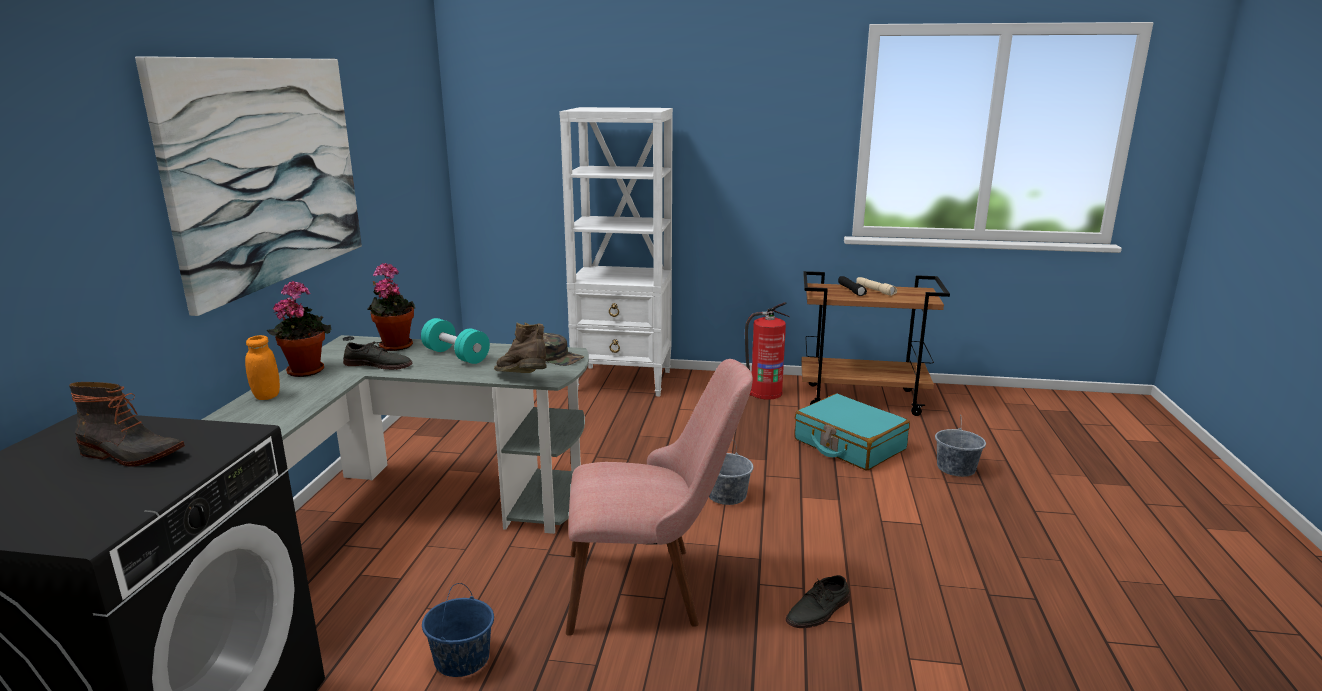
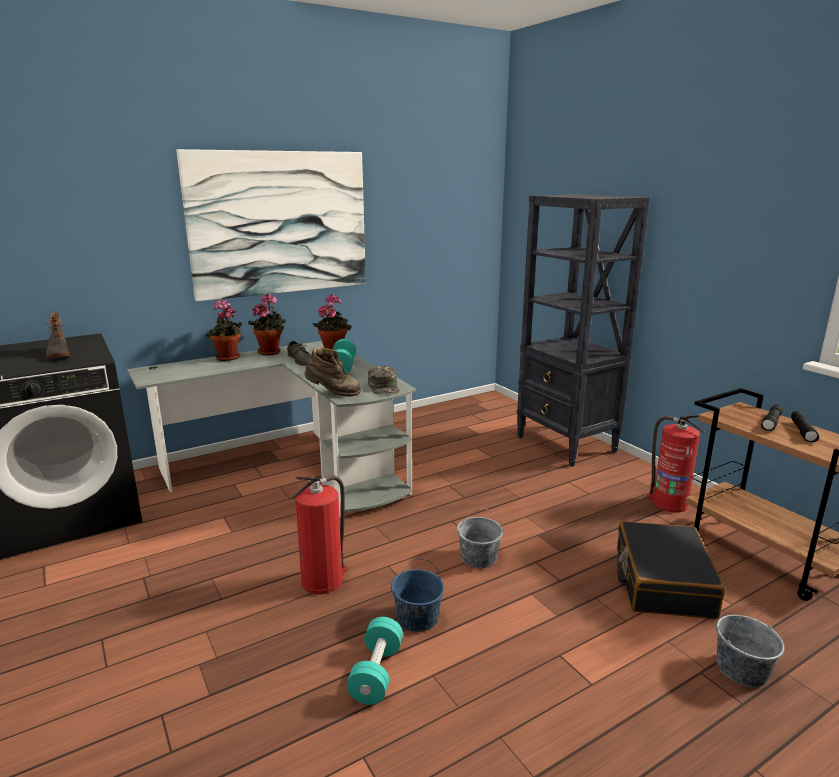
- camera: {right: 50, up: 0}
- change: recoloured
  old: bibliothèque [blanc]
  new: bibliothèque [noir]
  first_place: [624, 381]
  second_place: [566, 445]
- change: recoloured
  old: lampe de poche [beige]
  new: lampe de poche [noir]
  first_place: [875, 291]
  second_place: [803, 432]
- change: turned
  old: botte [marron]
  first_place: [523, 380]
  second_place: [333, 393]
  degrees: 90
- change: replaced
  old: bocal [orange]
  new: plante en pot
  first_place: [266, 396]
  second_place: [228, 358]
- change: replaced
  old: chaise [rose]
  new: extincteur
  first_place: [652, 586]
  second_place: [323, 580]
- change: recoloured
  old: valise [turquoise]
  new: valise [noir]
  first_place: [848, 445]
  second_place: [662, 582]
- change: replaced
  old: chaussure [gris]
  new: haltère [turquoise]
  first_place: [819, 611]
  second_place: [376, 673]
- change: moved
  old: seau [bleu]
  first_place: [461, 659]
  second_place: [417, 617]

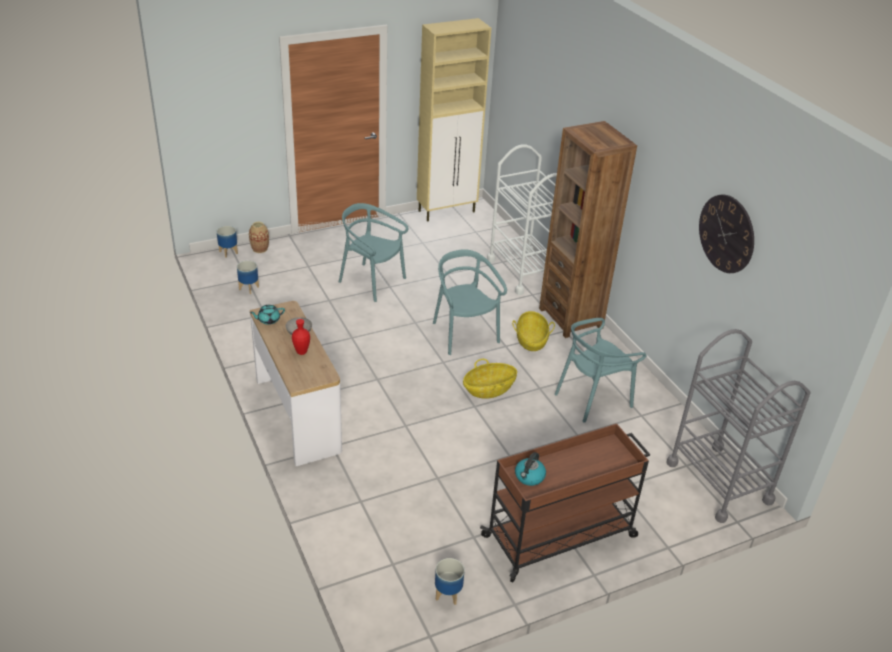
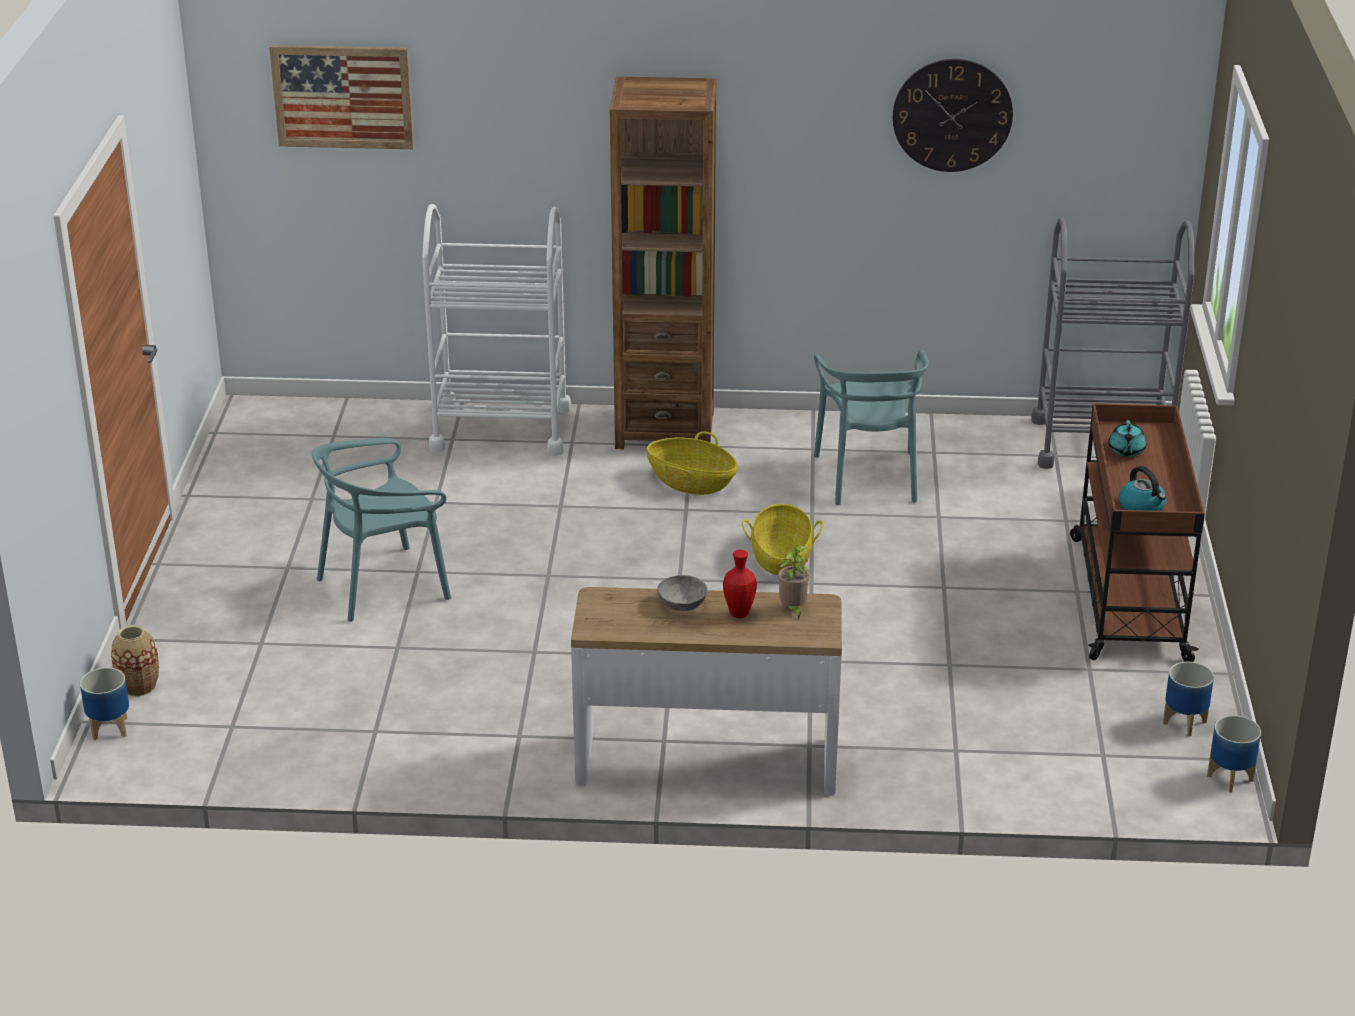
- camera: {right: -60, up: -5}
- change: removed
  old: meuble de rangement [beige]
  first_place: [447, 211]
- change: removed
  old: chaise [turquoise]
  first_place: [464, 334]
- change: moved
  old: cache-pot
  first_place: [249, 288]
  second_place: [1229, 778]
- change: moved
  old: théière [turquoise]
  first_place: [268, 320]
  second_place: [1126, 451]
- change: added
  new: tableau
  second_place: [342, 96]
- change: added
  new: plante en pot
  second_place: [793, 610]

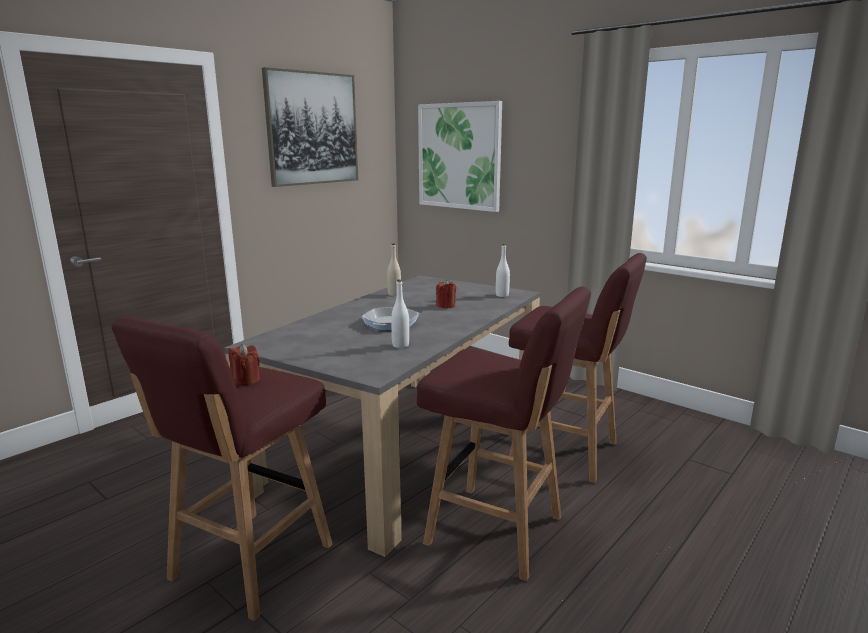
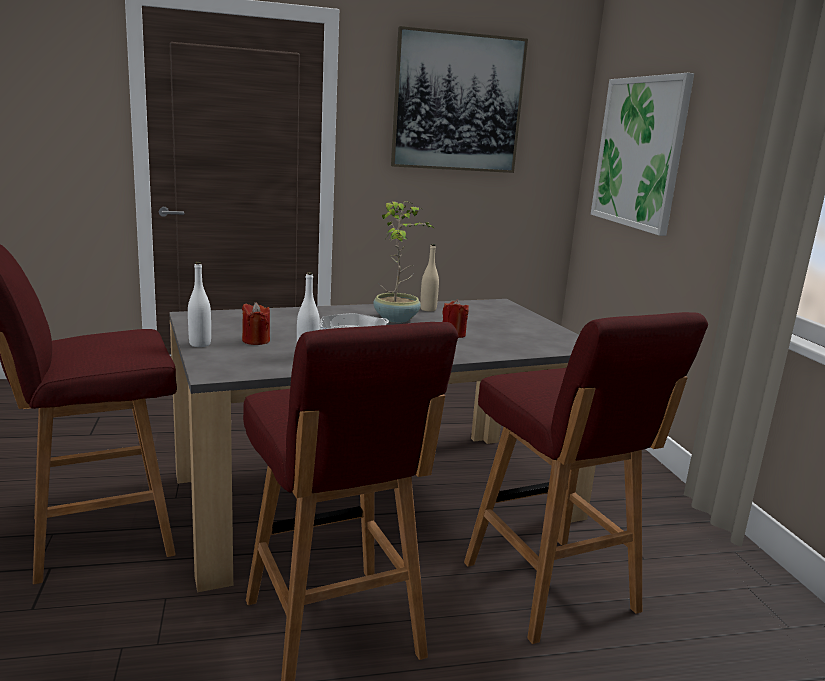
- camera: {right: 35, up: 0}
- change: moved
  old: bouteille [blanc]
  first_place: [502, 295]
  second_place: [200, 344]
- change: moved
  old: bougie [rouge]
  first_place: [245, 380]
  second_place: [256, 340]
- change: added
  new: plante en pot
  second_place: [397, 318]

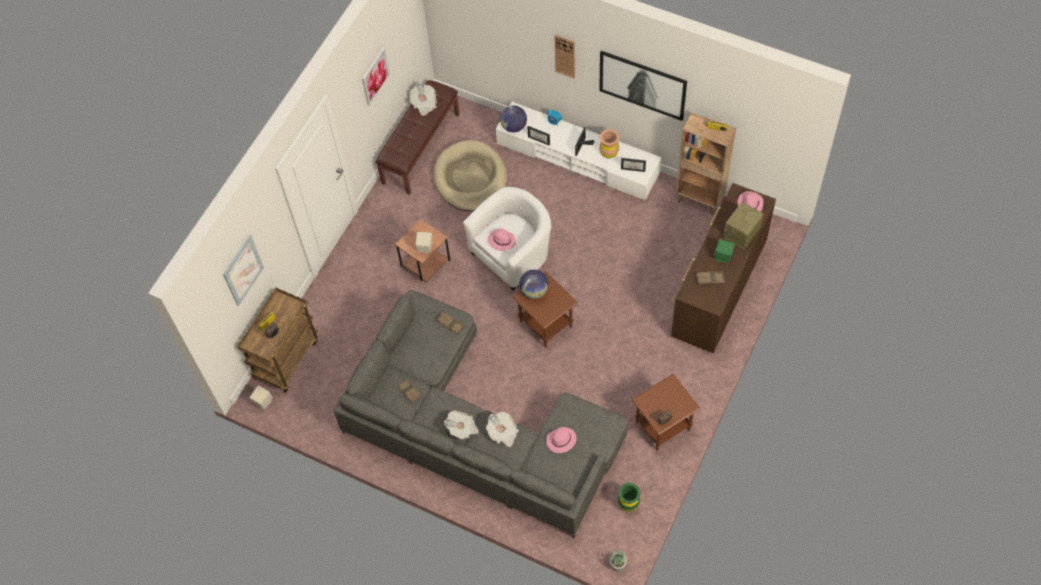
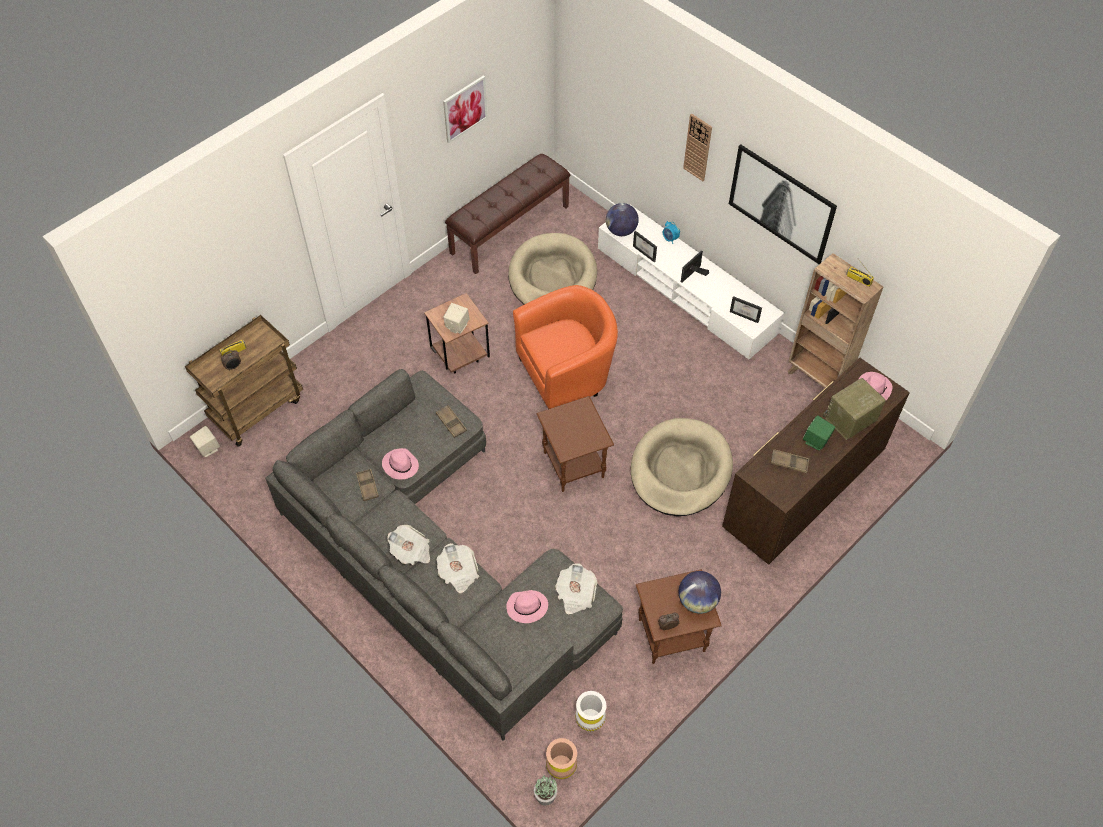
- camera: {right: 15, up: -5}
- change: moved
  old: journal
  first_place: [424, 104]
  second_place: [575, 594]
- change: moved
  old: vase [marron]
  first_place: [609, 152]
  second_place: [561, 767]
- change: recoloured
  old: fauteuil [blanc]
  new: fauteuil [orange]
  first_place: [513, 254]
  second_place: [567, 373]
- change: moved
  old: chapeau [rose]
  first_place: [501, 241]
  second_place: [400, 465]
- change: removed
  old: tableau
  first_place: [243, 270]
- change: moved
  old: globe
  first_place: [534, 291]
  second_place: [697, 601]
- change: recoloured
  old: vase [vert]
  new: vase [blanc]
  first_place: [628, 503]
  second_place: [590, 720]
- change: added
  new: panier pour chien [beige]
  second_place: [680, 470]

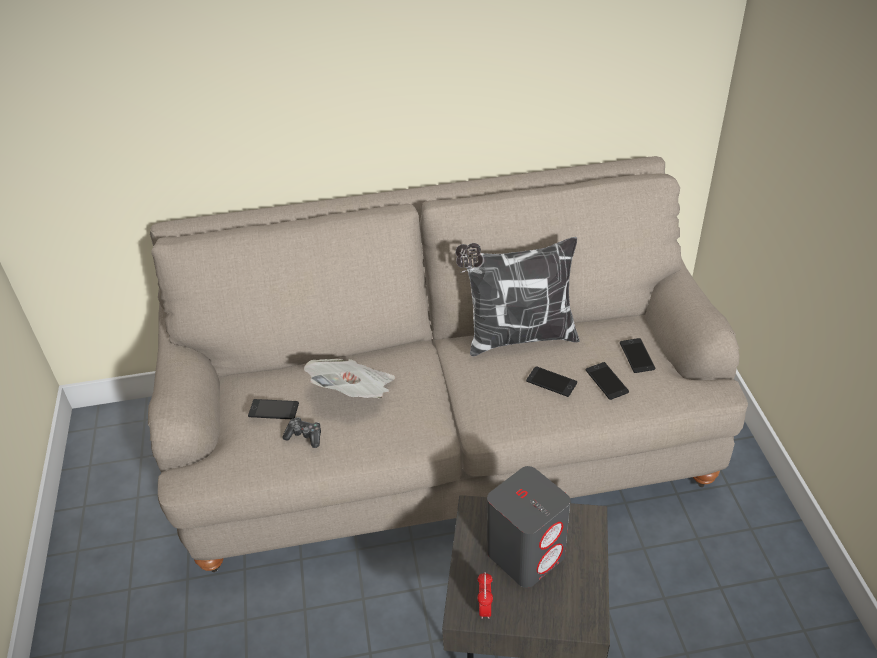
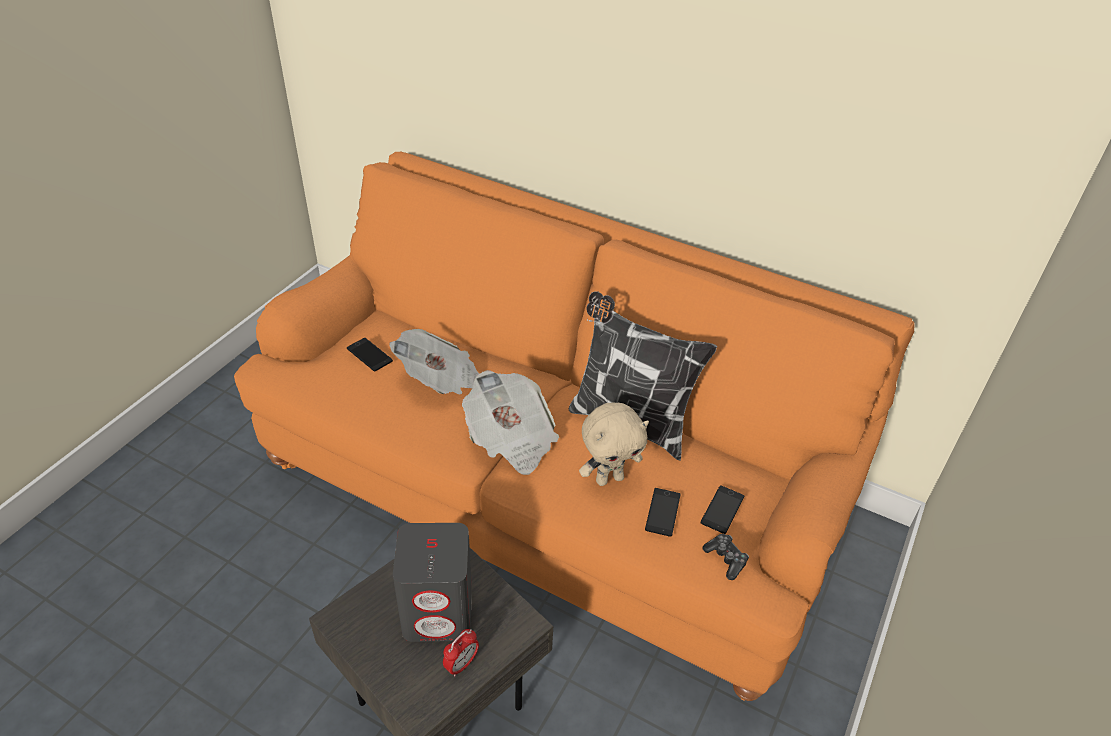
- camera: {right: 35, up: 0}
- change: recoloured
  old: canapé [beige]
  new: canapé [orange]
  first_place: [444, 444]
  second_place: [550, 493]
- change: replaced
  old: téléphone
  new: peluche [beige]
  first_place: [551, 382]
  second_place: [609, 478]
- change: moved
  old: manette
  first_place: [304, 436]
  second_place: [726, 559]
- change: moved
  old: réveil
  first_place: [485, 607]
  second_place: [461, 664]
- change: added
  new: journal
  second_place: [511, 439]

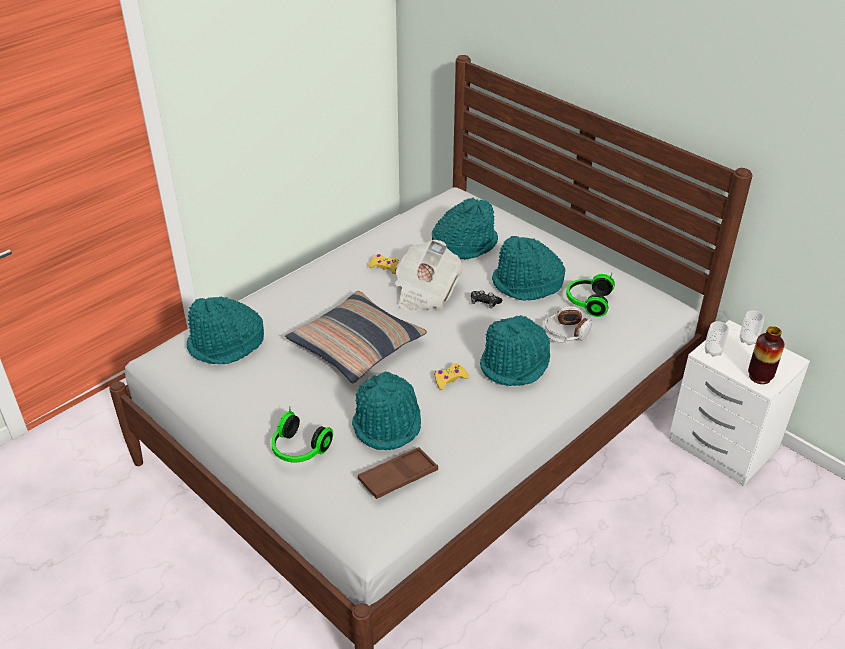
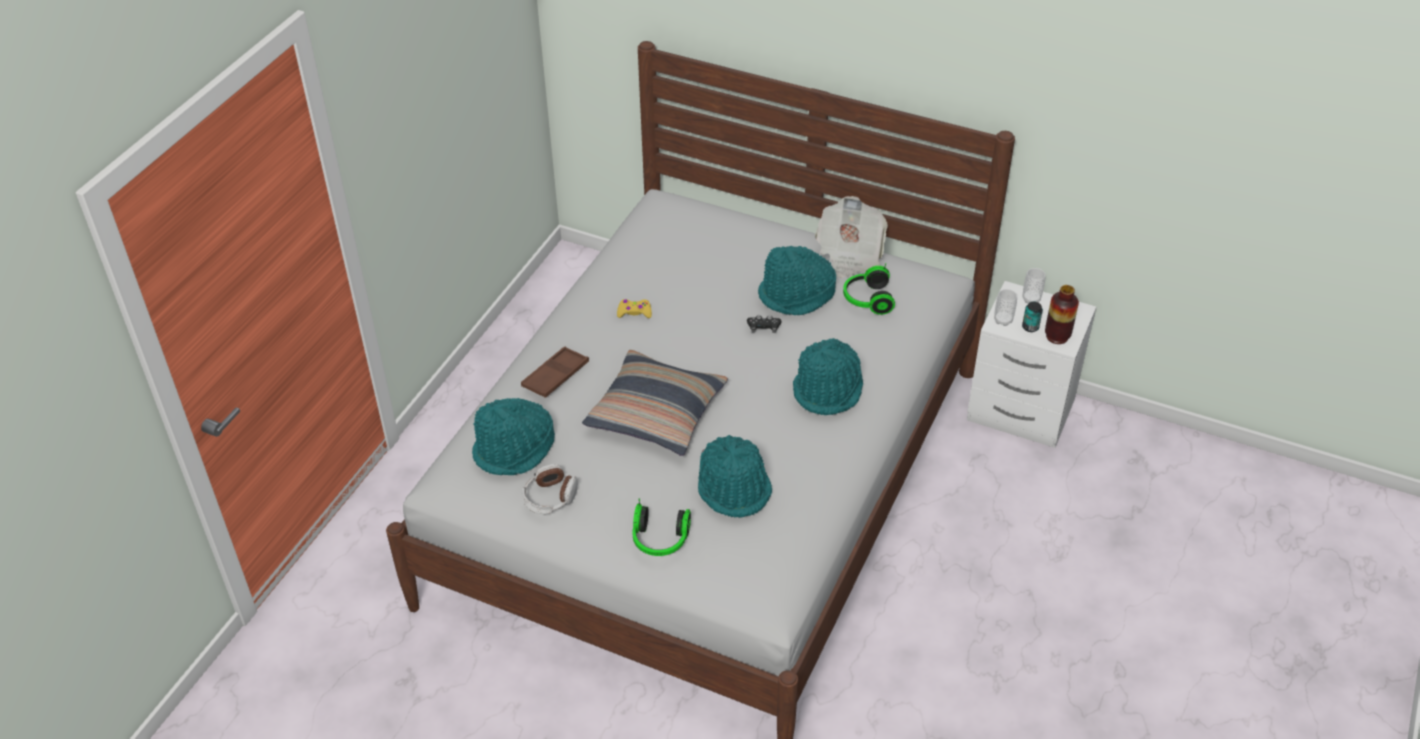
- camera: {right: -20, up: 5}
- change: removed
  old: chapeau [turquoise]
  first_place: [464, 244]
- change: moved
  old: journal
  first_place: [425, 292]
  second_place: [849, 254]
- change: moved
  old: casque audio
  first_place: [566, 333]
  second_place: [550, 497]
- change: removed
  old: manette [jaune]
  first_place: [449, 379]
- change: moved
  old: plateau [marron]
  first_place: [398, 477]
  second_place: [555, 376]
- change: added
  new: boîte métallique
  second_place: [1030, 327]

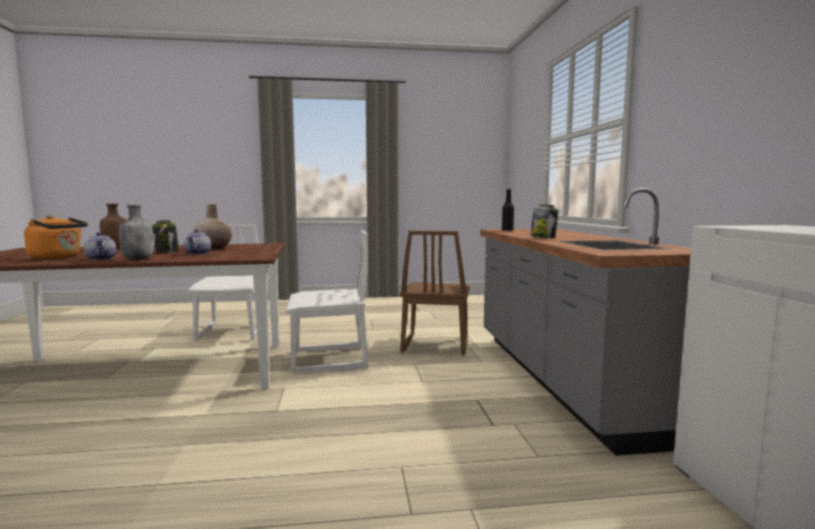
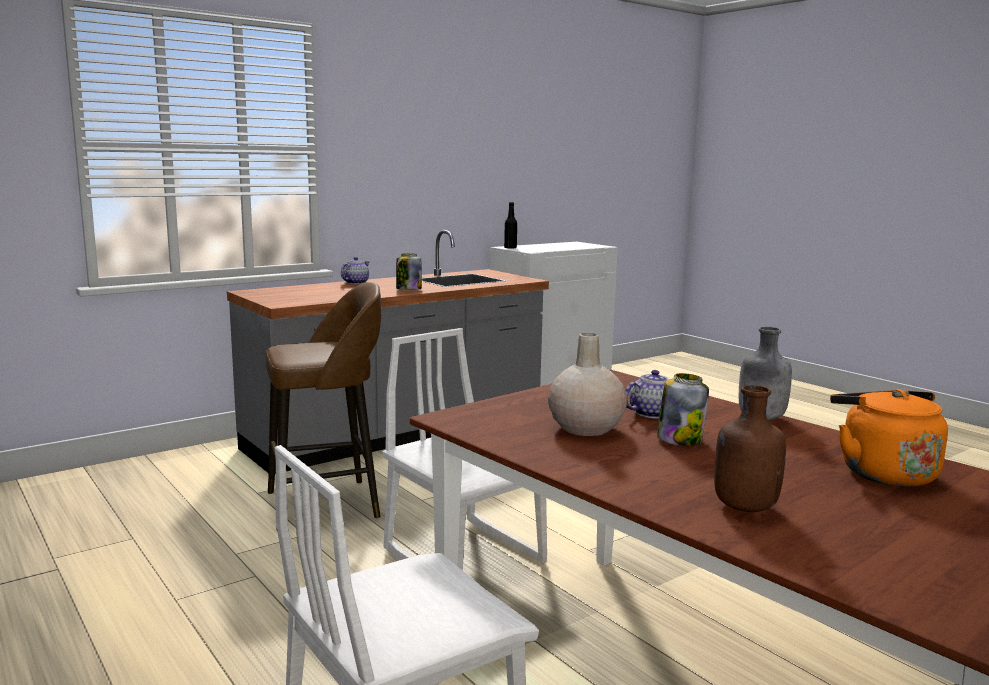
- camera: {right: -120, up: 5}
- change: moved
  old: bouteille [noir]
  first_place: [507, 230]
  second_place: [510, 248]
- change: replaced
  old: chaise [marron]
  new: tabouret [marron]
  first_place: [434, 345]
  second_place: [327, 504]
- change: moved
  old: théière
  first_place: [101, 259]
  second_place: [355, 283]

